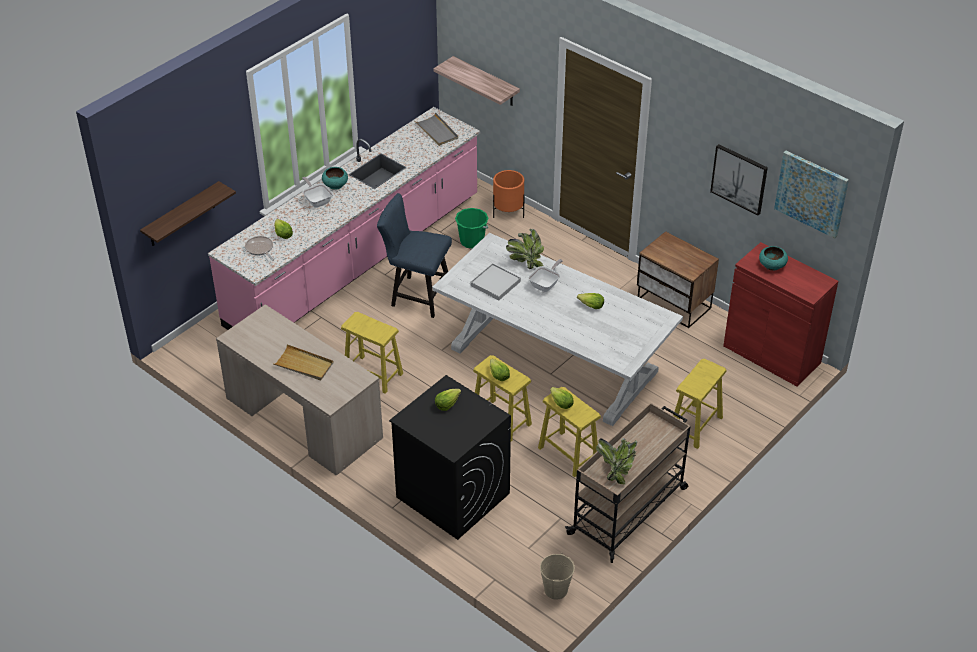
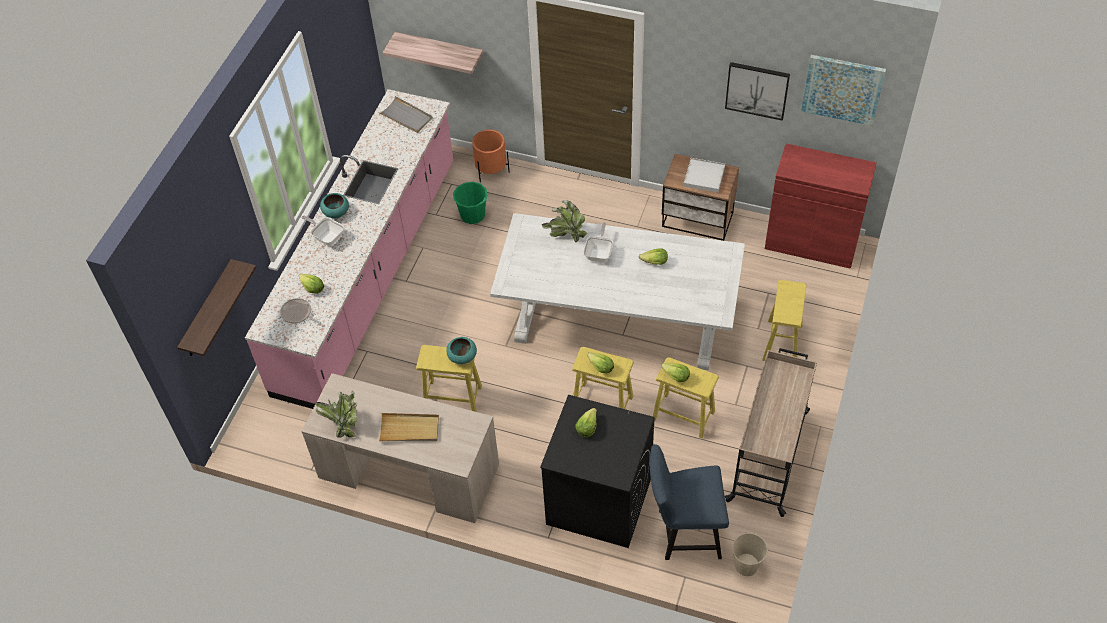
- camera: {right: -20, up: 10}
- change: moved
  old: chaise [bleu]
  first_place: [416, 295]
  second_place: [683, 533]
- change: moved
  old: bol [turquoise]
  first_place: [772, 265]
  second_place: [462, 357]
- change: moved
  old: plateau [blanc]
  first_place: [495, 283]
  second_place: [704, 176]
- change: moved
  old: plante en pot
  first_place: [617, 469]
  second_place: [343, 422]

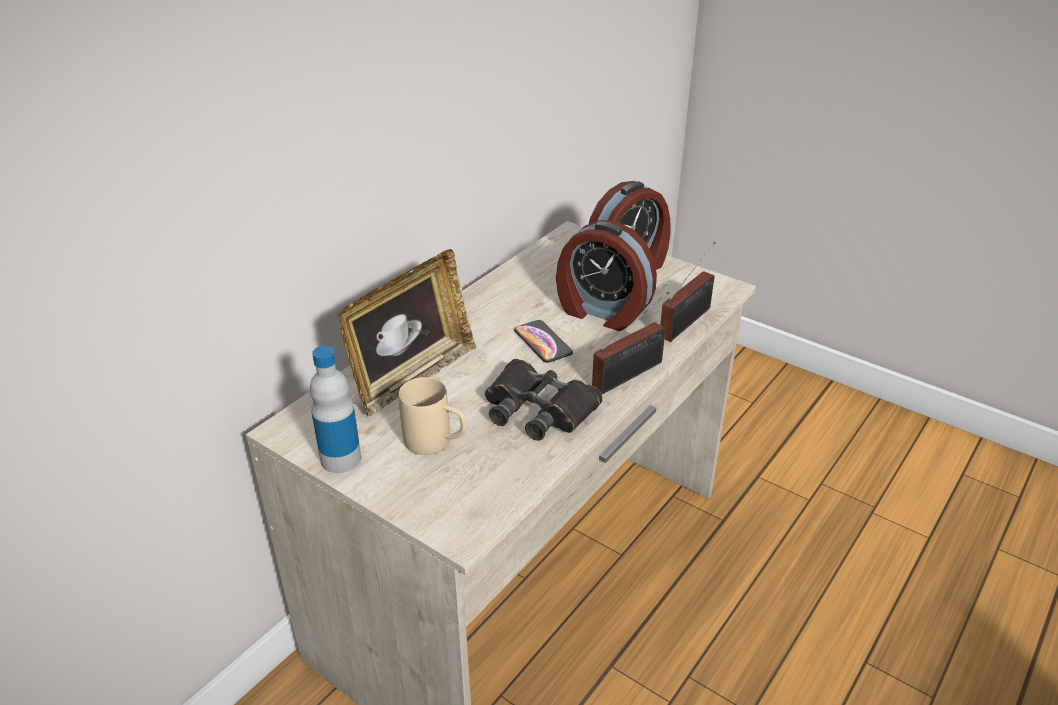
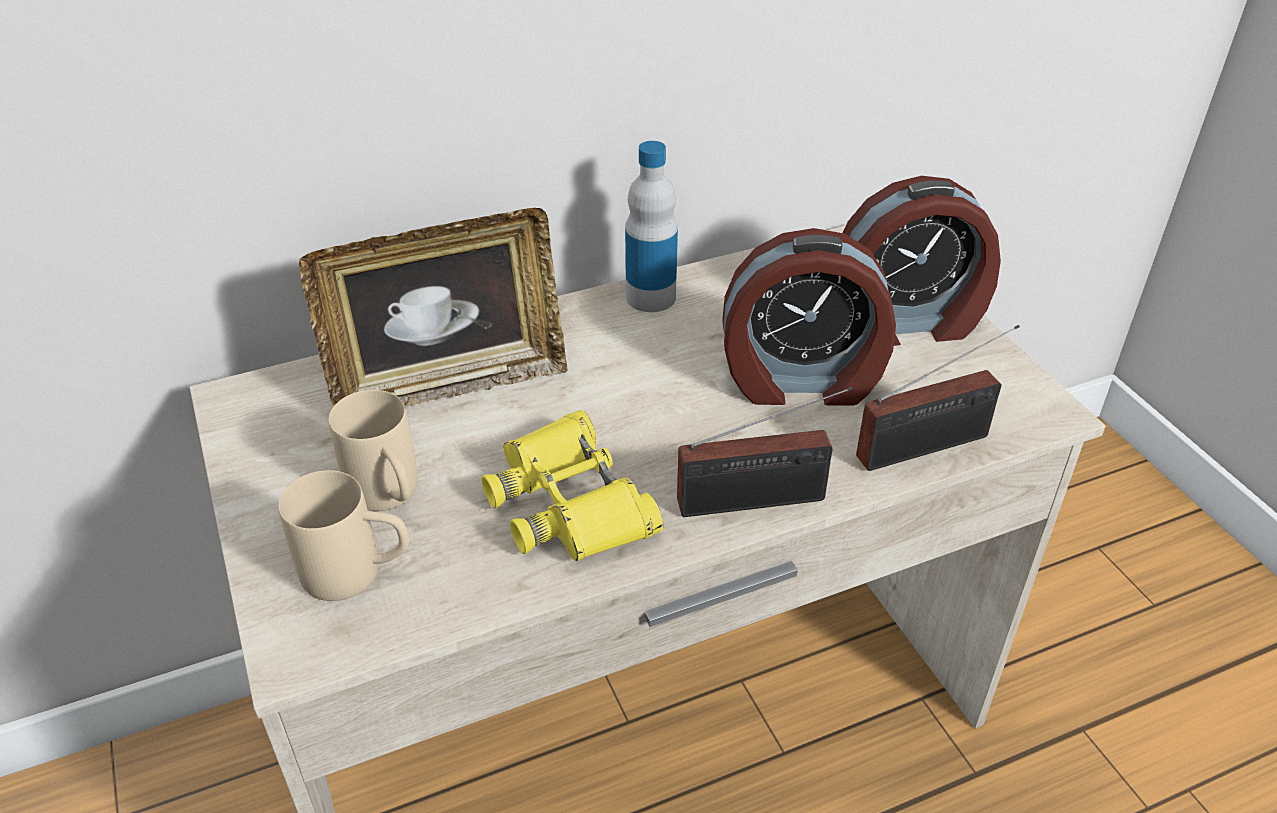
- camera: {right: 30, up: 5}
- change: turned
  old: réveil
  first_place: [602, 312]
  second_place: [801, 381]
  degrees: -60
- change: removed
  old: téléphone
  first_place: [543, 342]
- change: moved
  old: bouteille
  first_place: [341, 459]
  second_place: [650, 297]
- change: recoloured
  old: jumelles [noir]
  new: jumelles [jaune]
  first_place: [538, 409]
  second_place: [570, 502]
- change: added
  new: mug [beige]
  second_place: [358, 573]

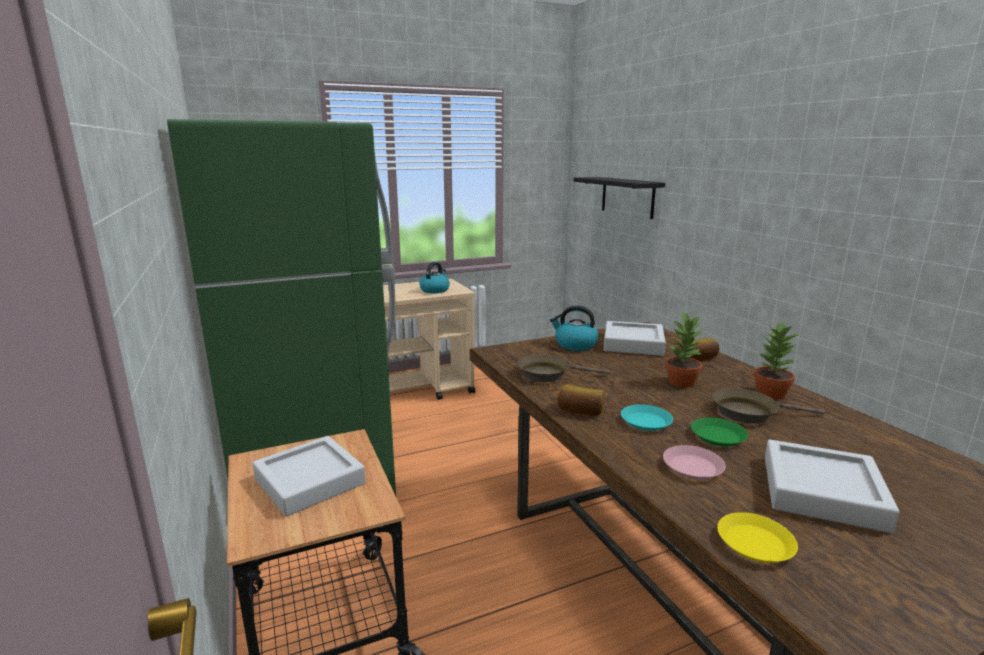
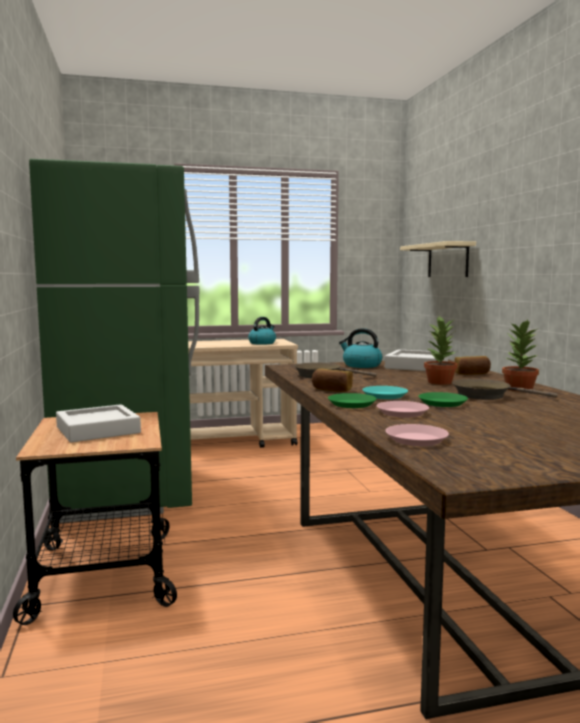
- camera: {right: 10, up: -10}
- change: recoloured
  old: étagère [noir]
  new: étagère [beige]
  first_place: [627, 197]
  second_place: [448, 260]
- change: removed
  old: plateau [gris]
  first_place: [822, 492]
- change: recoloured
  old: assiette [jaune]
  new: assiette [rose]
  first_place: [755, 543]
  second_place: [416, 439]
- change: added
  new: assiette [vert]
  second_place: [351, 404]

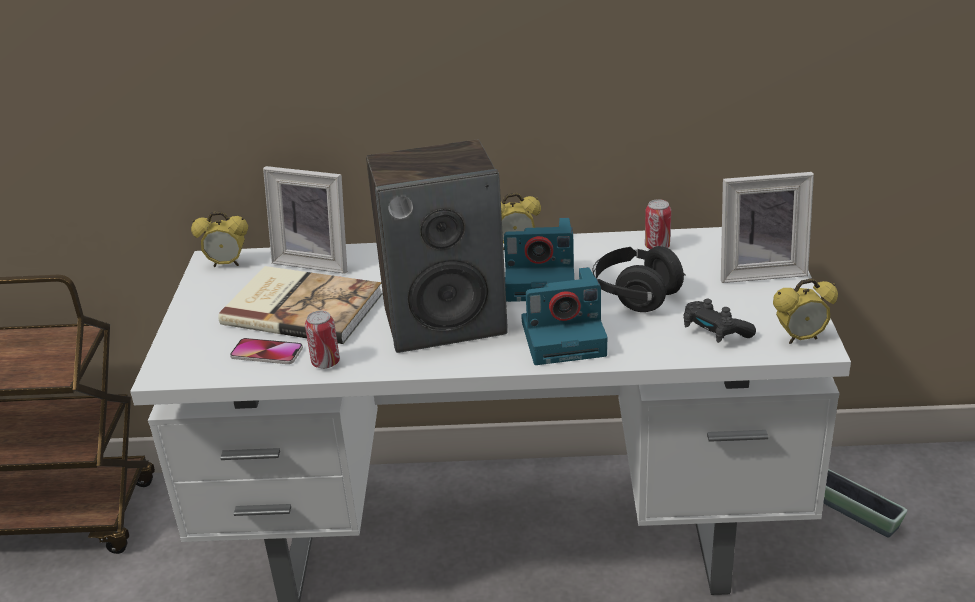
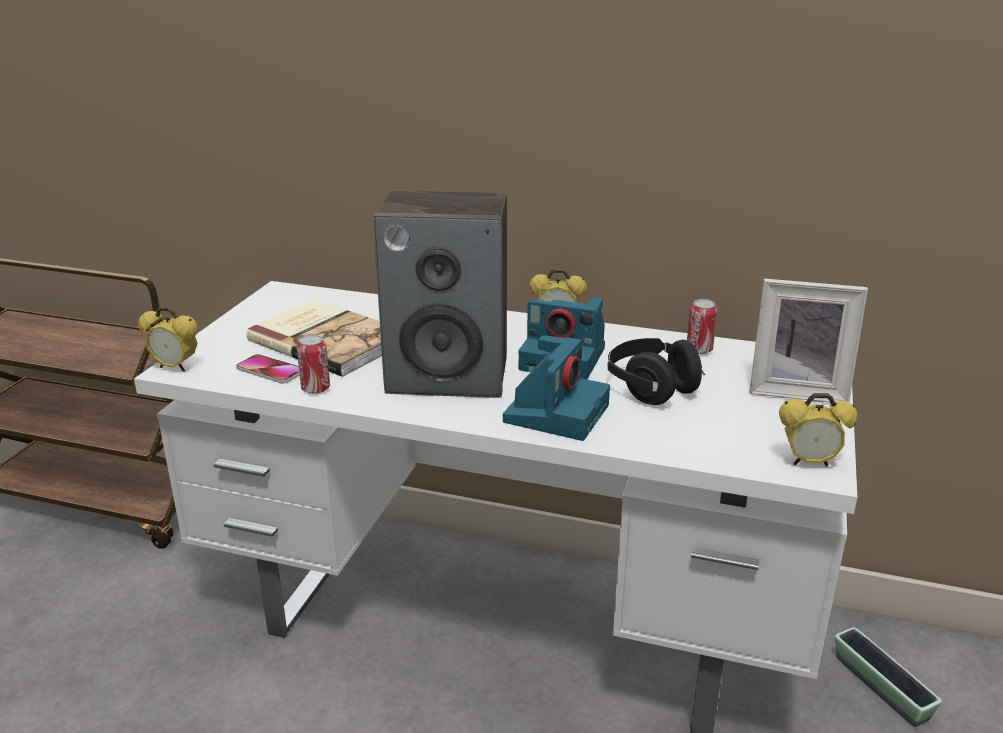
- camera: {right: 15, up: -5}
- change: removed
  old: cadre photo
  first_place: [316, 260]
- change: moved
  old: réveil
  first_place: [227, 264]
  second_place: [175, 367]
- change: turned
  old: appareil photo
  first_place: [565, 337]
  second_place: [556, 412]
  degrees: -75
- change: removed
  old: manette [noir]
  first_place: [714, 332]

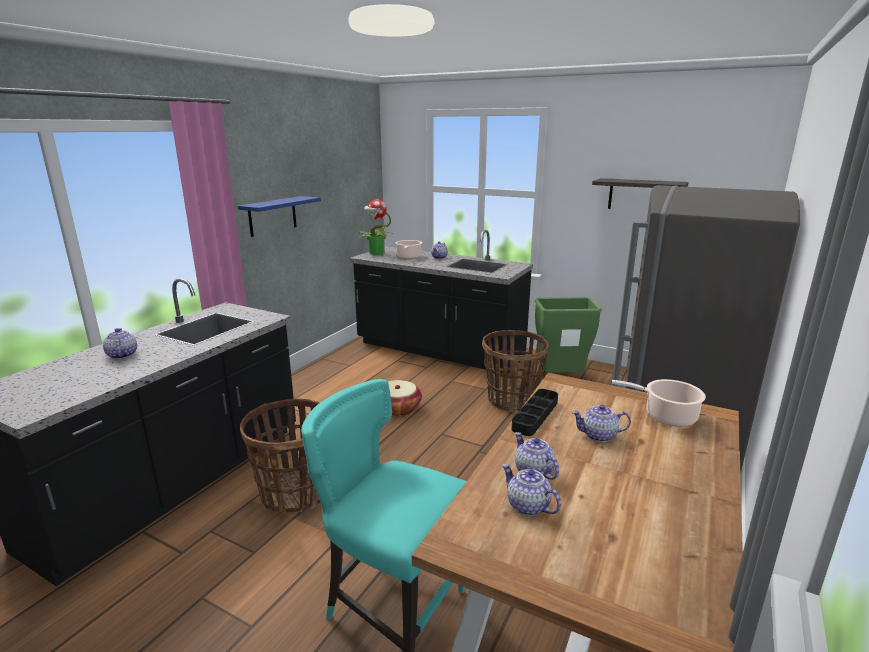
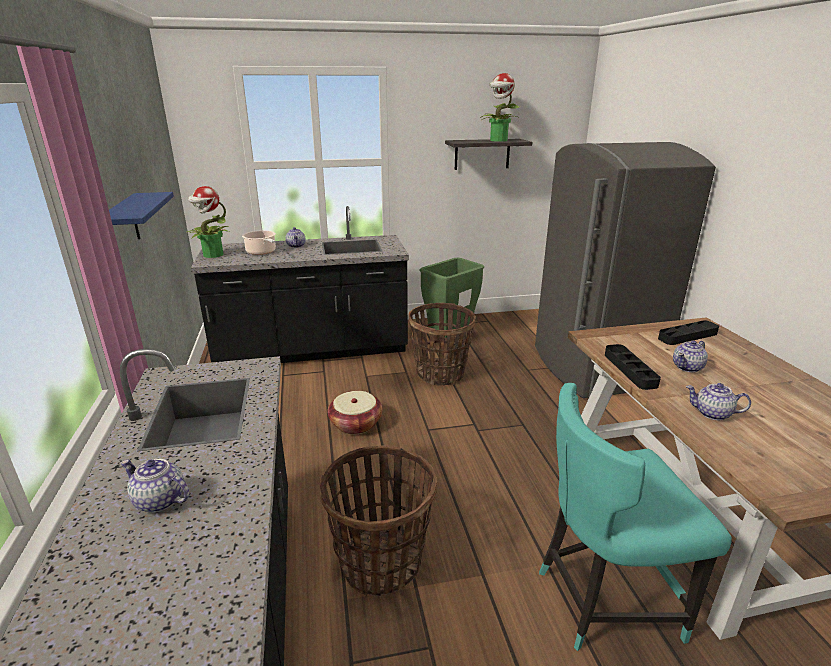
- camera: {right: -40, up: 5}
- change: replaced
  old: marmite
  new: plateau [noir]
  first_place: [666, 416]
  second_place: [687, 336]
- change: removed
  old: théière
  first_place: [527, 506]
- change: added
  new: plante en pot
  second_place: [498, 140]

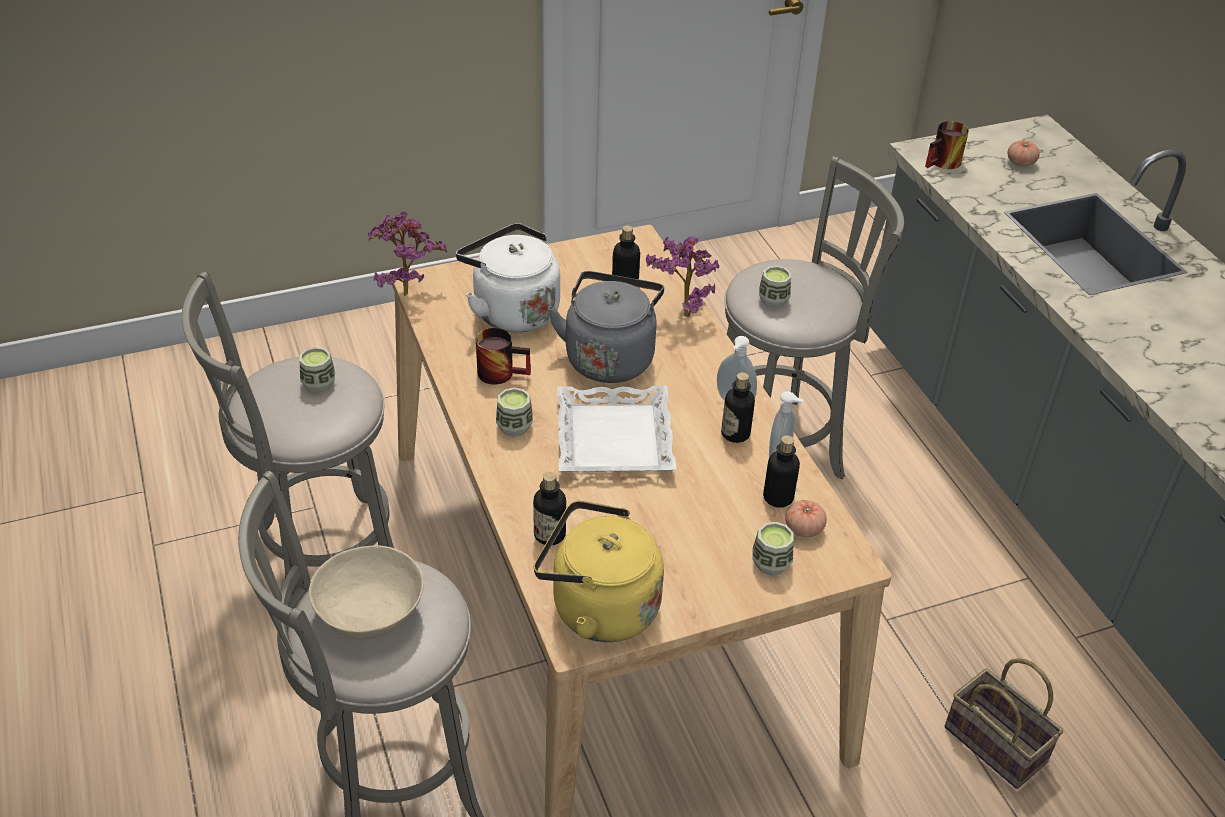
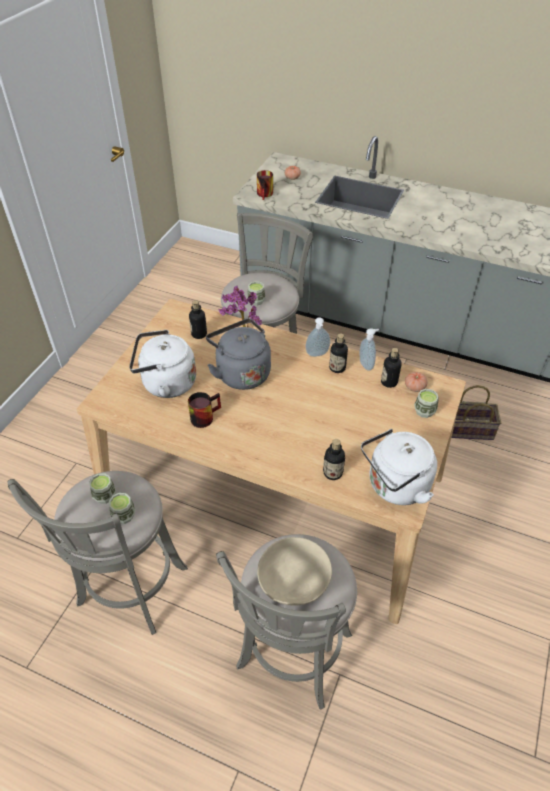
- camera: {right: -45, up: 5}
- change: removed
  old: plante en pot
  first_place: [405, 290]
- change: removed
  old: plateau [blanc]
  first_place: [615, 439]
- change: moved
  old: tasse
  first_place: [514, 427]
  second_place: [124, 515]
- change: recoloured
  old: bouilloire [jaune]
  new: bouilloire [blanc]
  first_place: [598, 607]
  second_place: [395, 486]

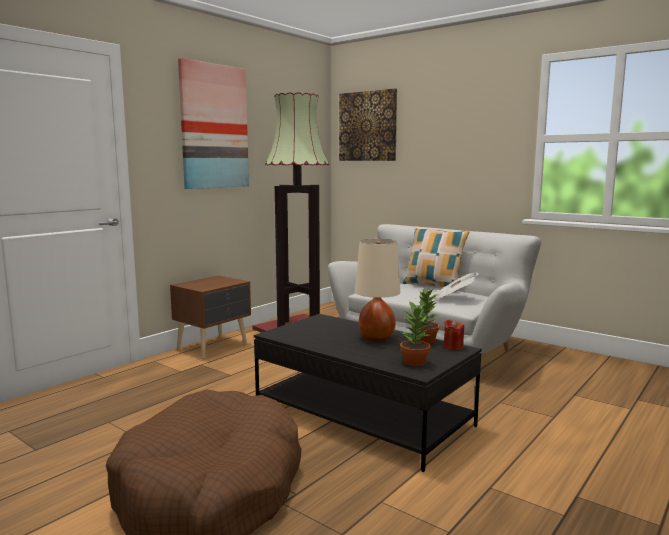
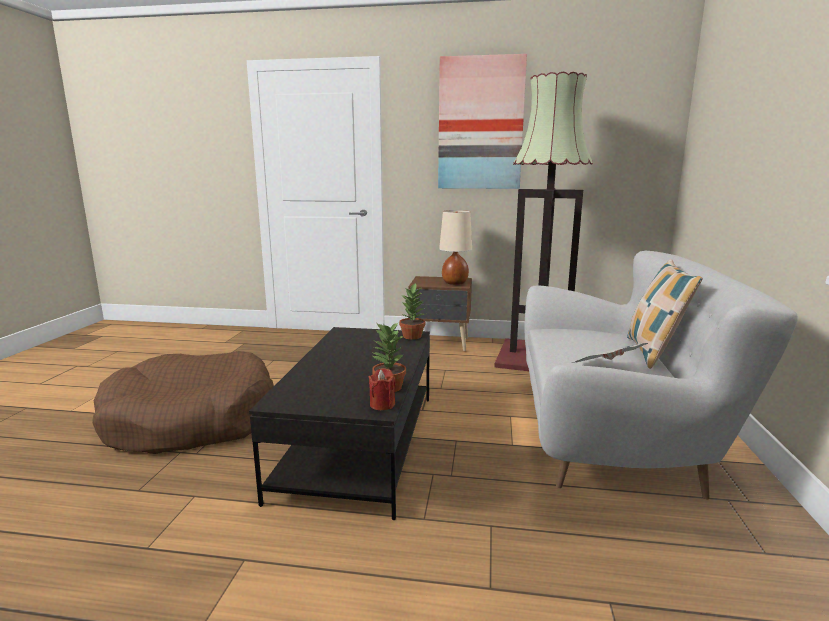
- camera: {right: 60, up: 5}
- change: removed
  old: tableau
  first_place: [368, 126]
- change: moved
  old: lampe de table [beige]
  first_place: [376, 338]
  second_place: [454, 283]
- change: moved
  old: plante en pot
  first_place: [414, 362]
  second_place: [412, 336]

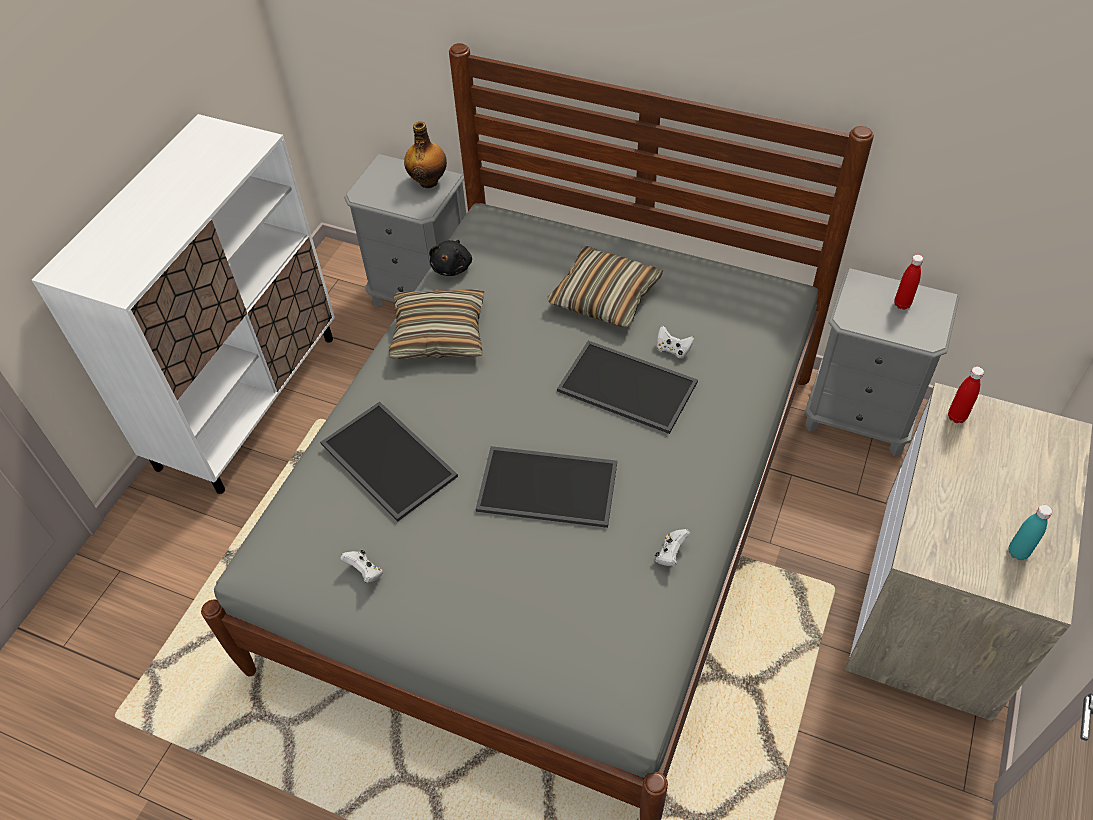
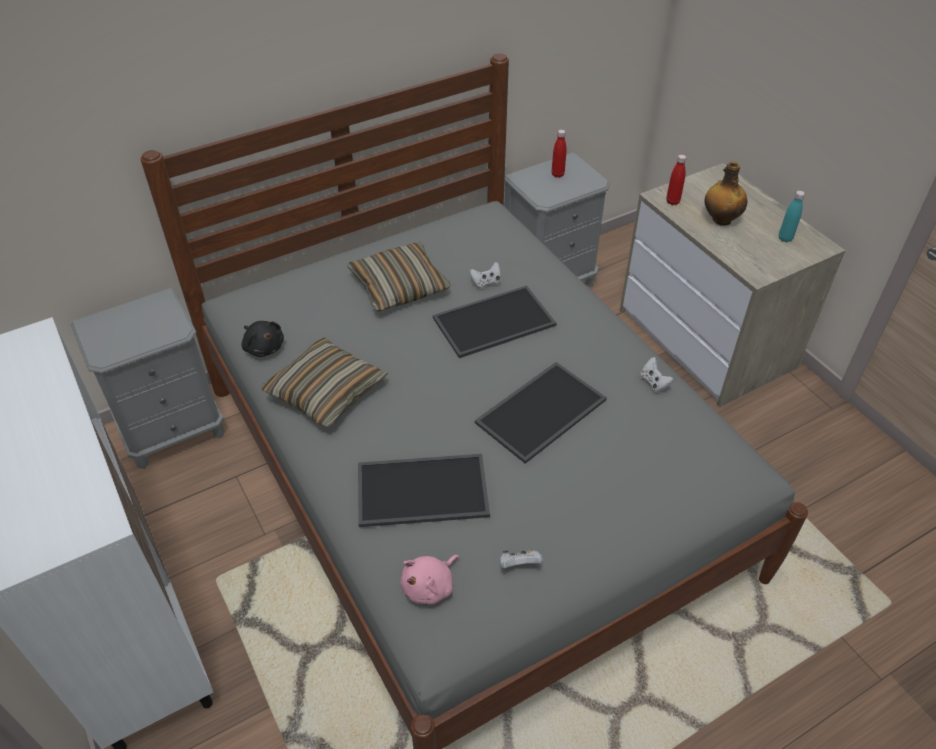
- camera: {right: -55, up: -5}
- change: moved
  old: bouteille
  first_place: [429, 181]
  second_place: [720, 219]
- change: added
  new: peluche [rose]
  second_place: [430, 586]

